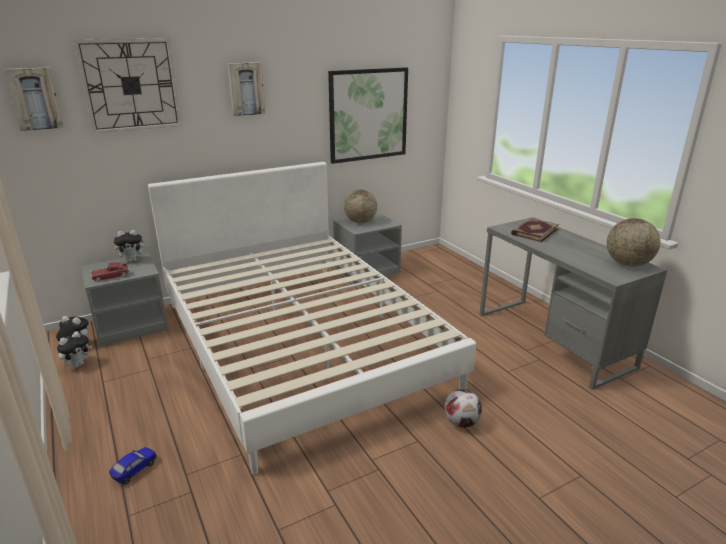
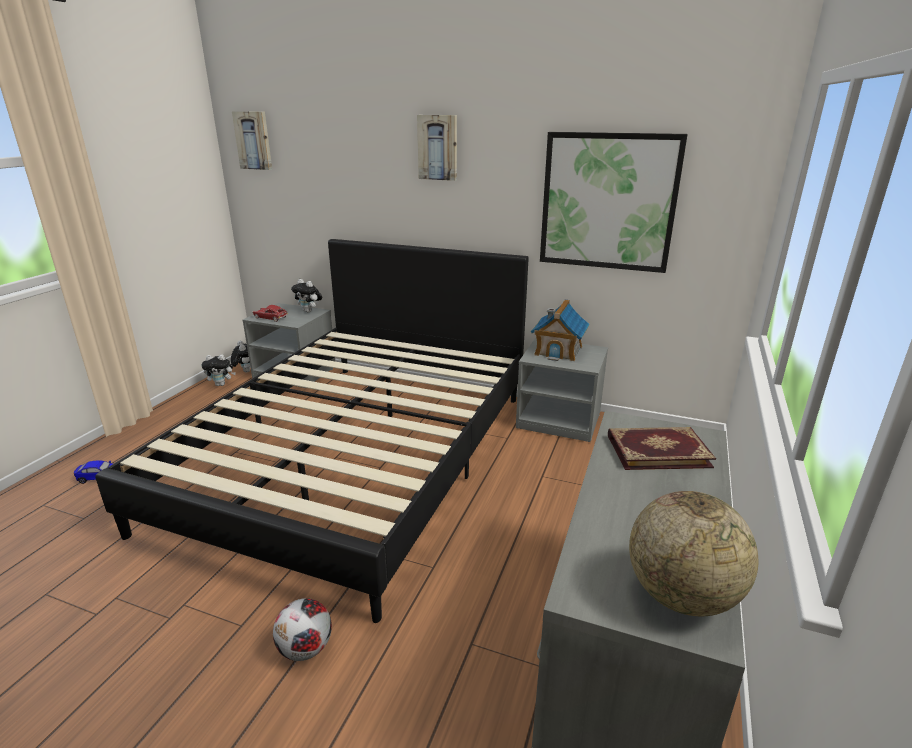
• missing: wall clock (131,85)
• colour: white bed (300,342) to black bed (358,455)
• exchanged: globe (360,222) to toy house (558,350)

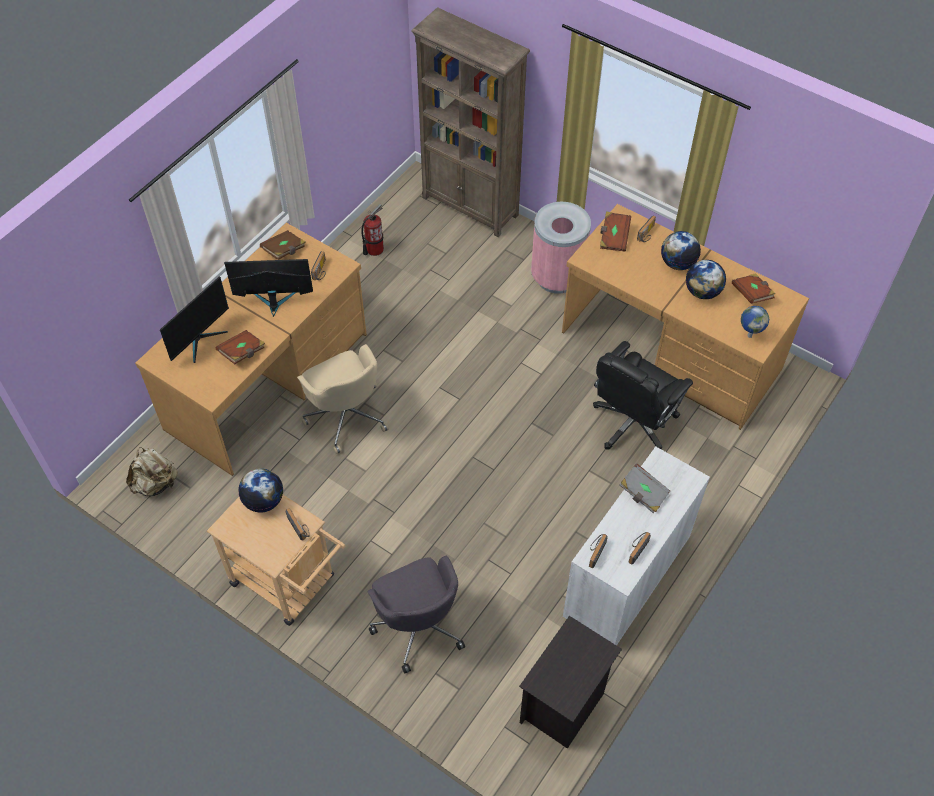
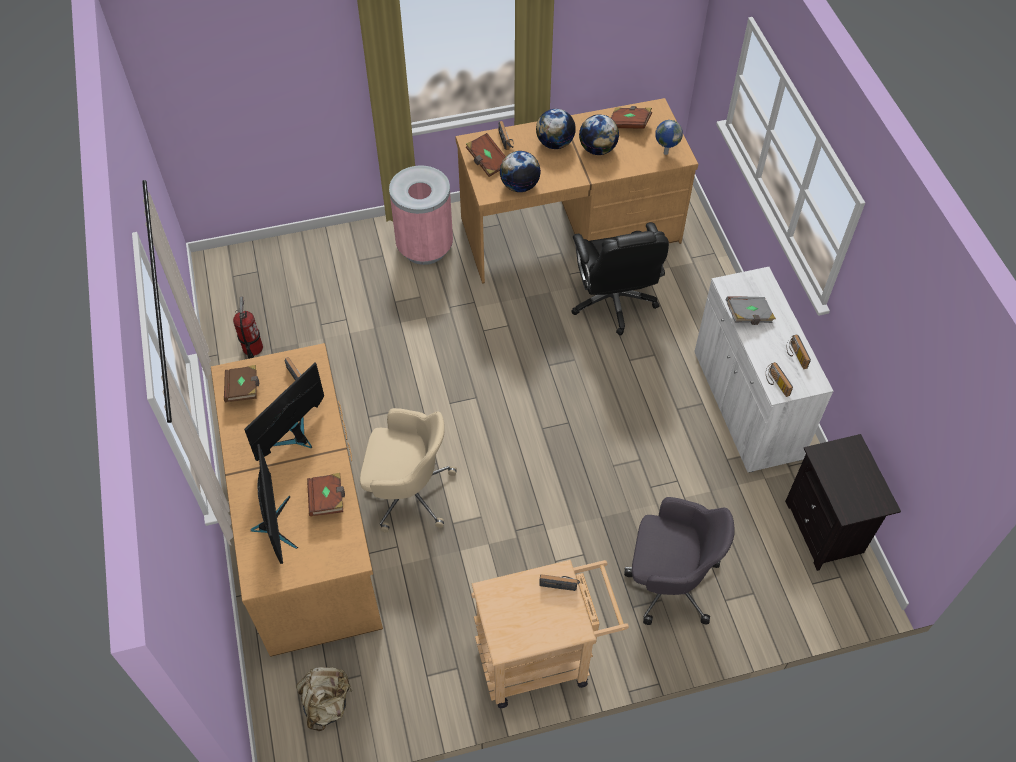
• missing: brown bookcase (470,206)
• relocated: globe (264,501) to (519,185)

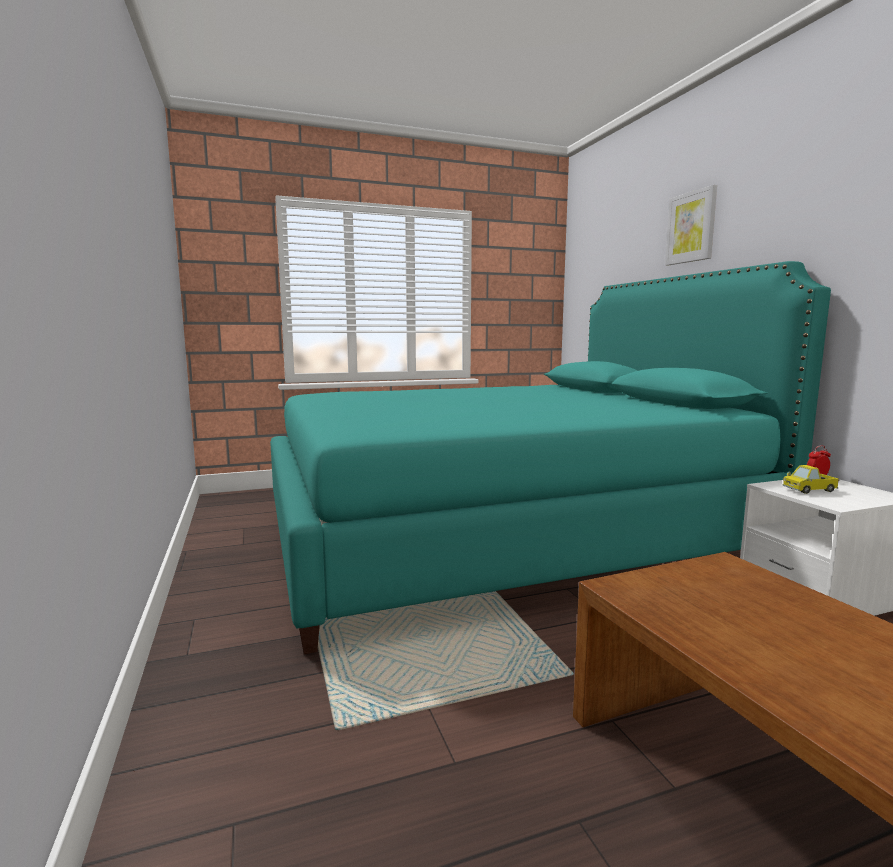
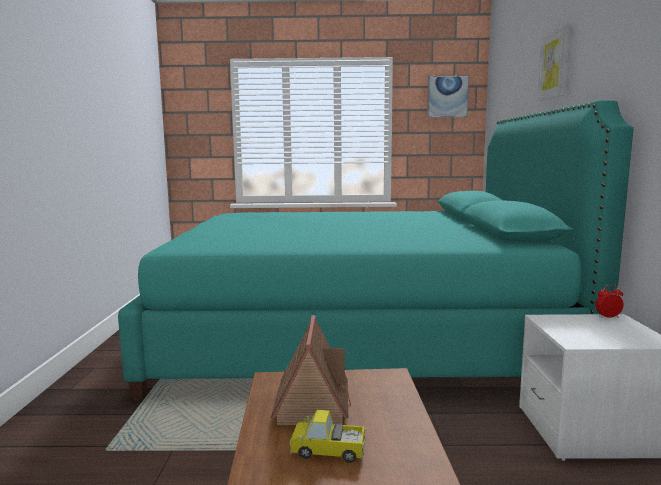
• relocated: toy truck (809,490) to (328,451)
• appeared: picture (447,96)
• appeared: toy house (312,402)

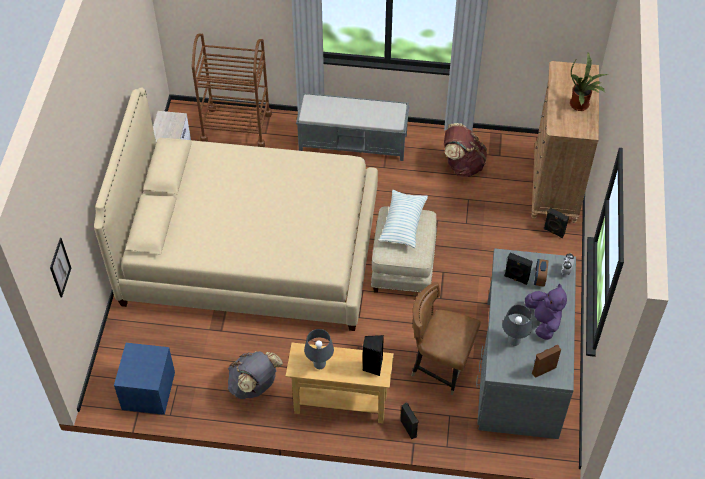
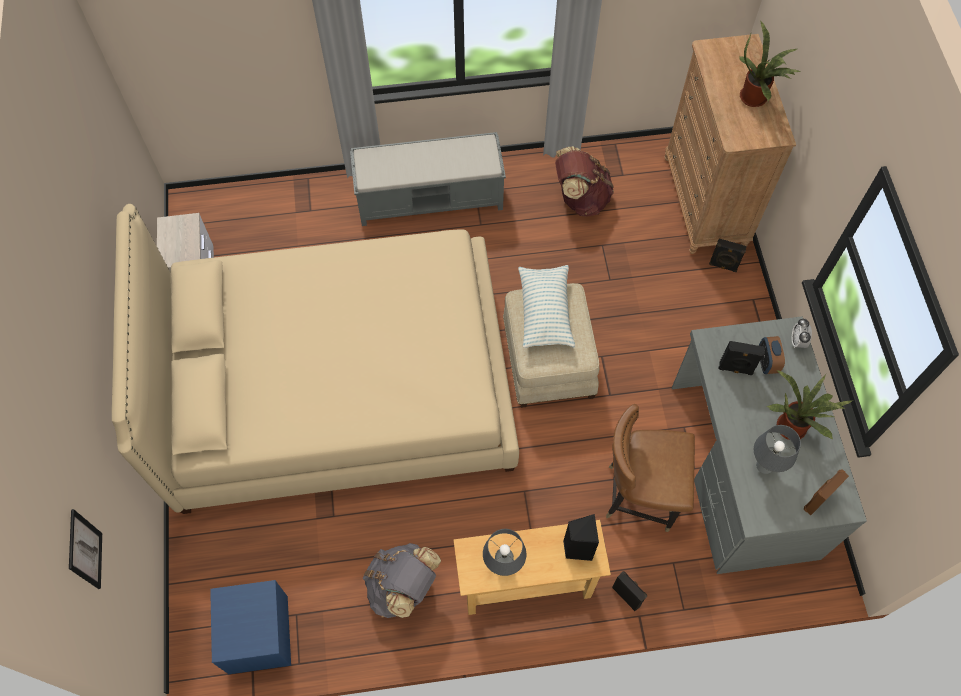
• missing: brown cart (236,127)
• exchanged: purple plush toy (543,321) to potted plant (793,425)

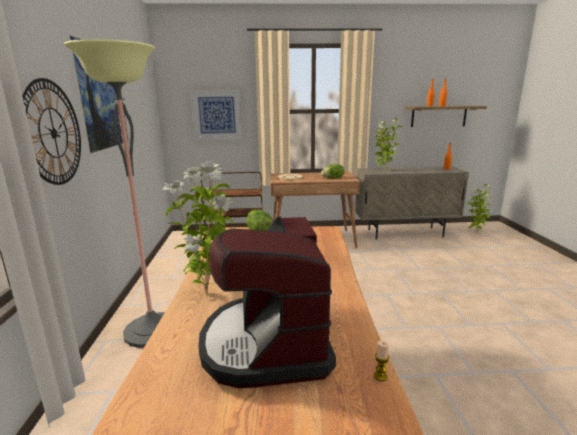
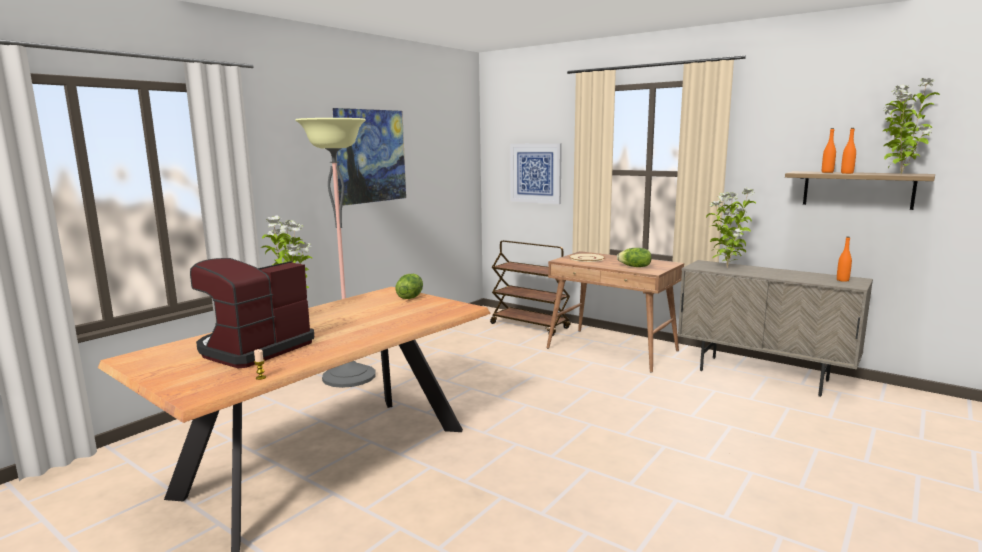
• missing: wall clock (53,133)
• relocated: potted plant (476,232) to (899,174)

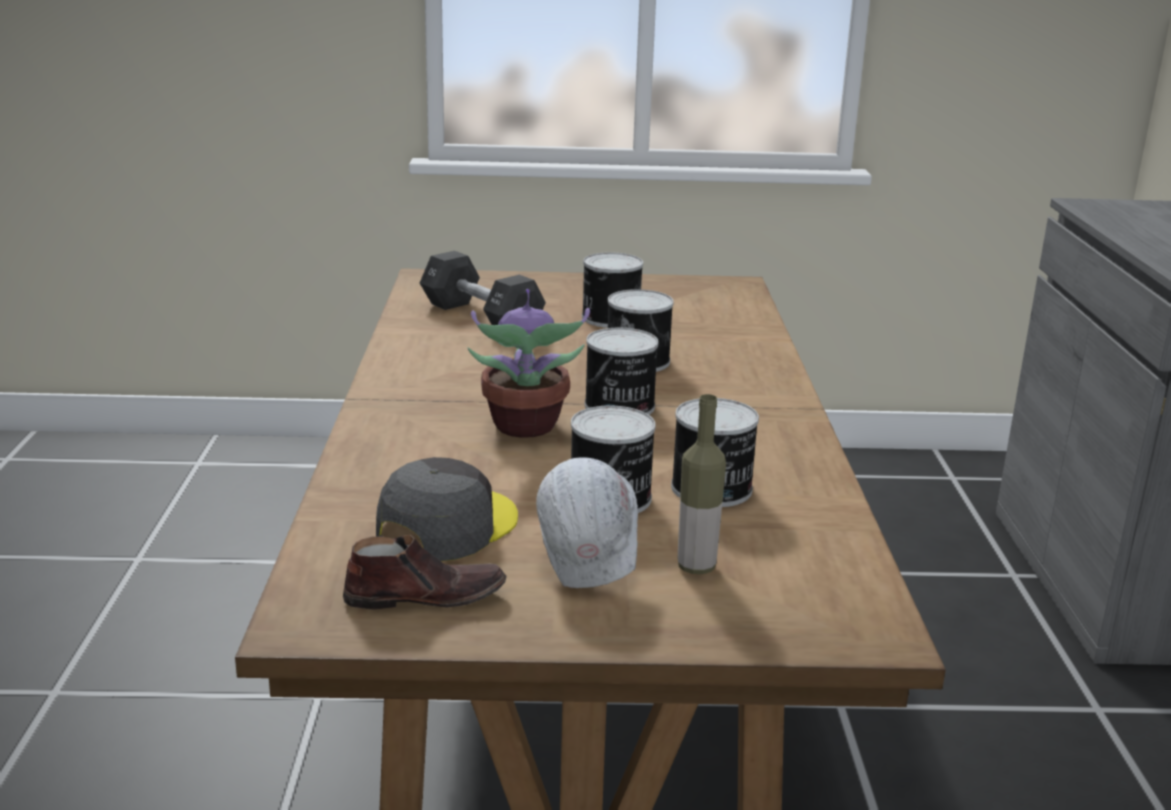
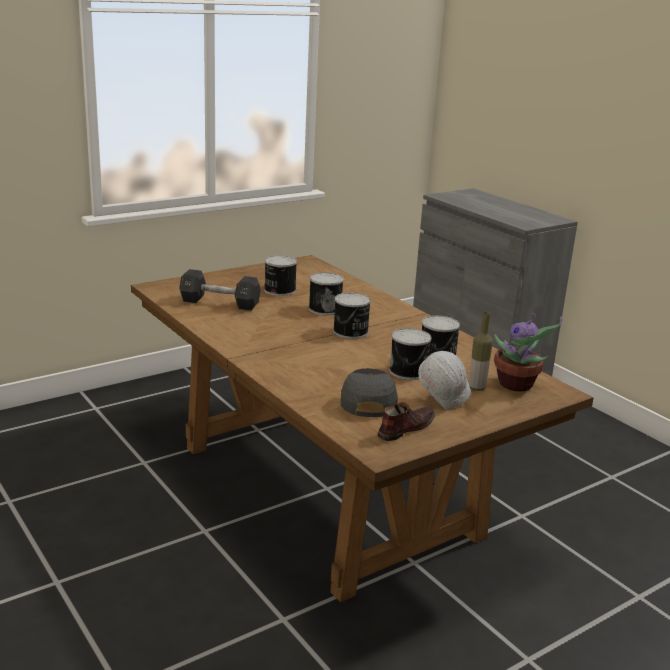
• relocated: potted plant (524,427) to (517,385)

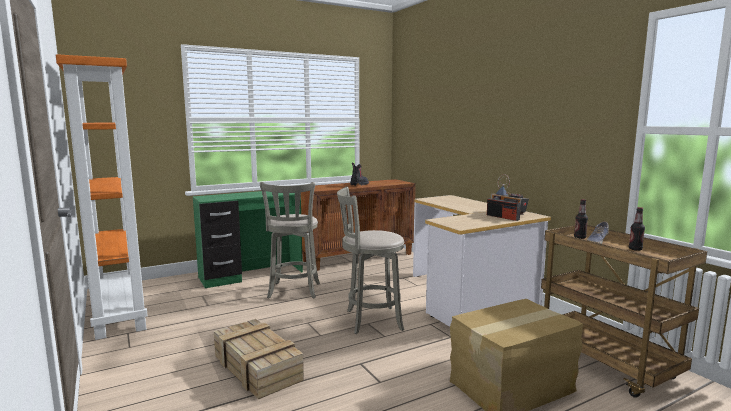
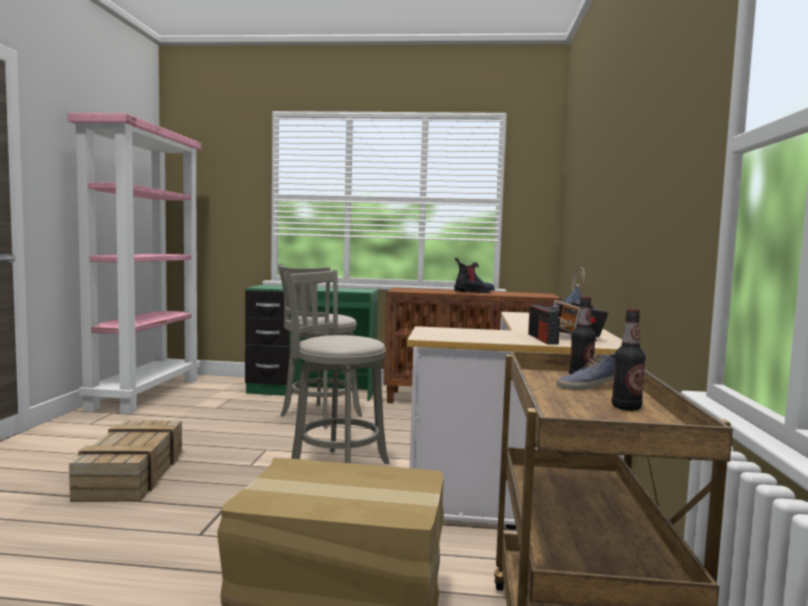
• colour: orange bookcase (117,310) to pink bookcase (145,393)

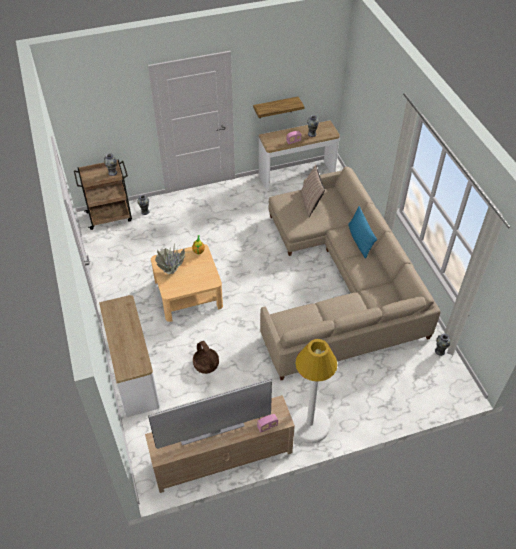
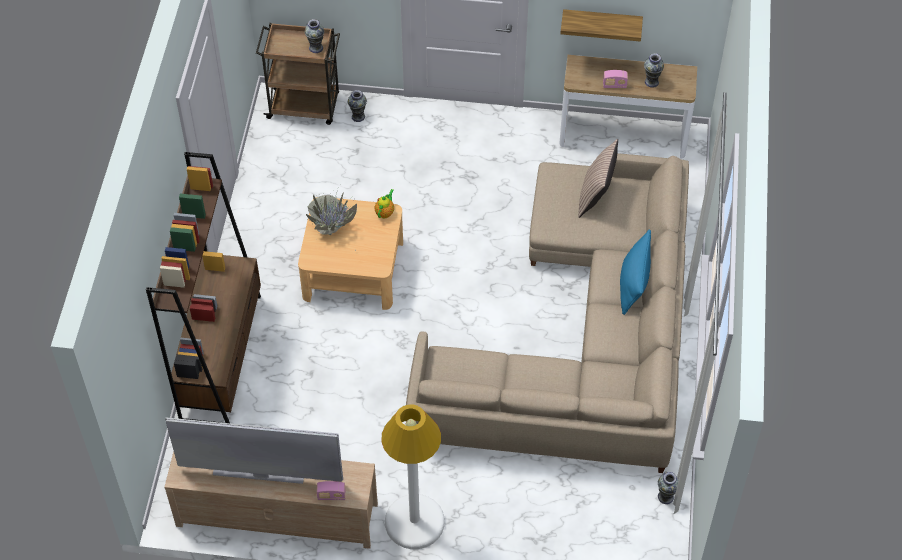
• exchanged: console table (133,373) to brown bookcase (221,356)
• missing: basket (206,364)

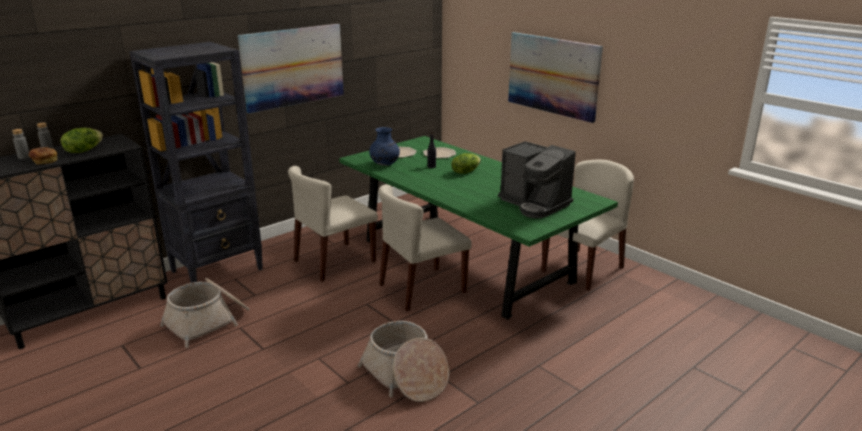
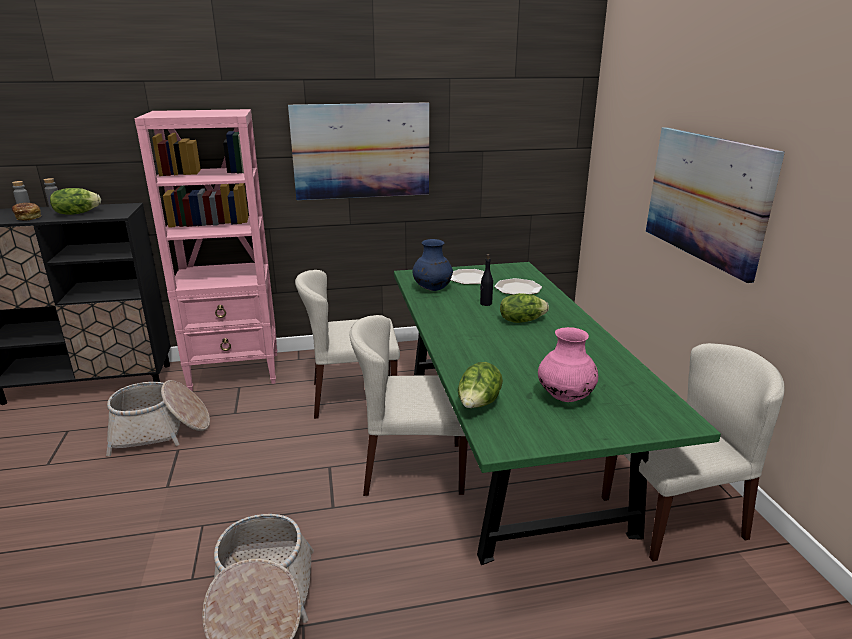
• colour: black bookcase (218,270) to pink bookcase (236,372)
• exchanged: coffee machine (535,204) to pink vase (565,397)
• appeared: lettuce (478,405)

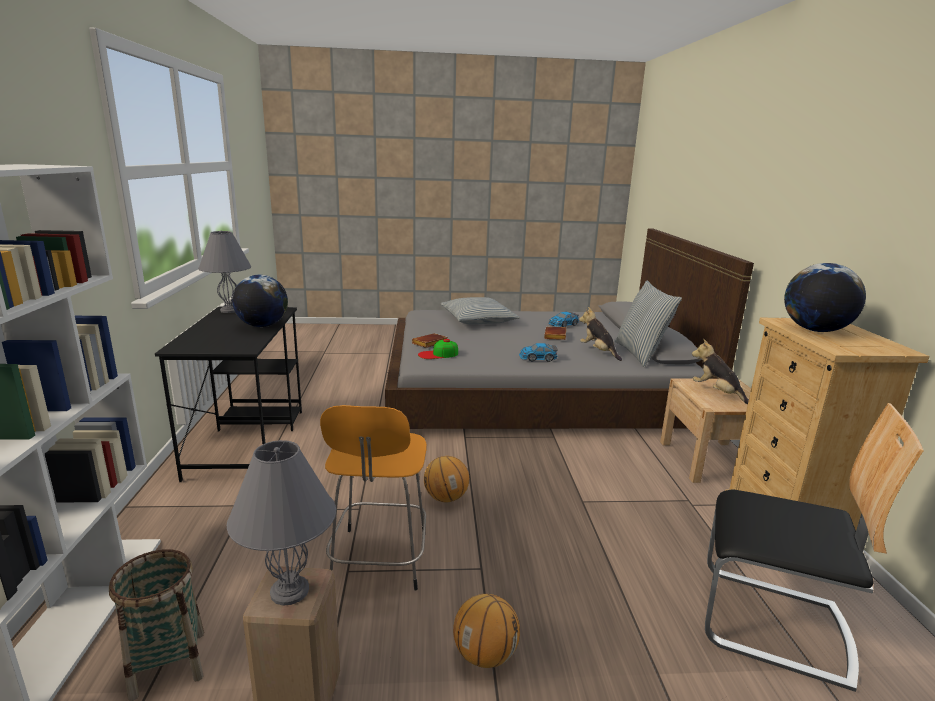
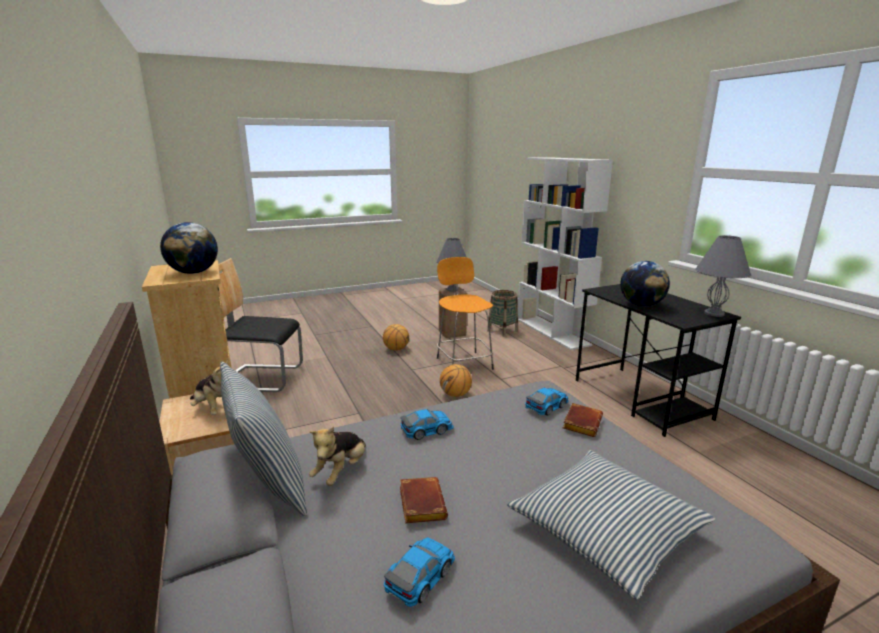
• spun: plush toy (598,352) = (341,471) 75 degrees clockwise
• exchanged: cap (438,354) to toy car (546,406)

